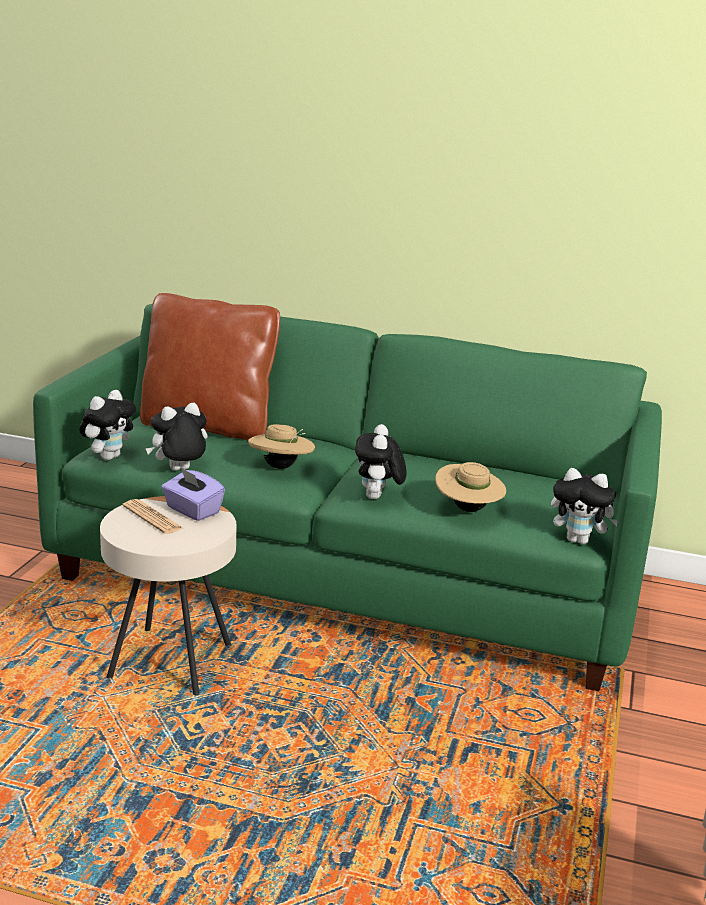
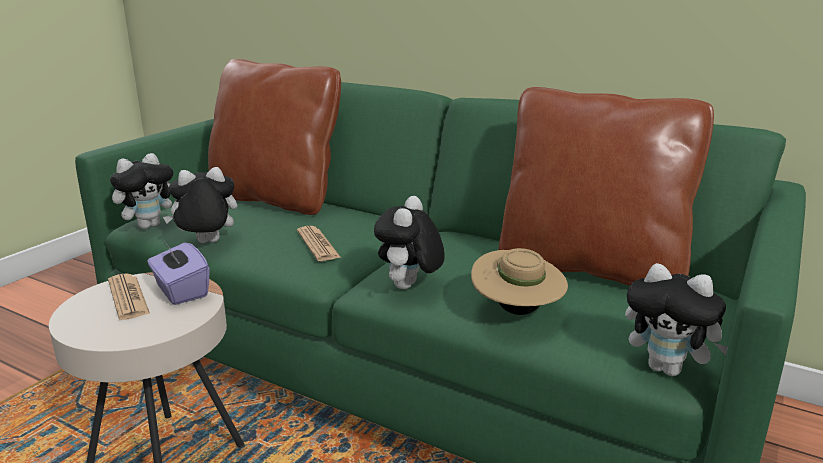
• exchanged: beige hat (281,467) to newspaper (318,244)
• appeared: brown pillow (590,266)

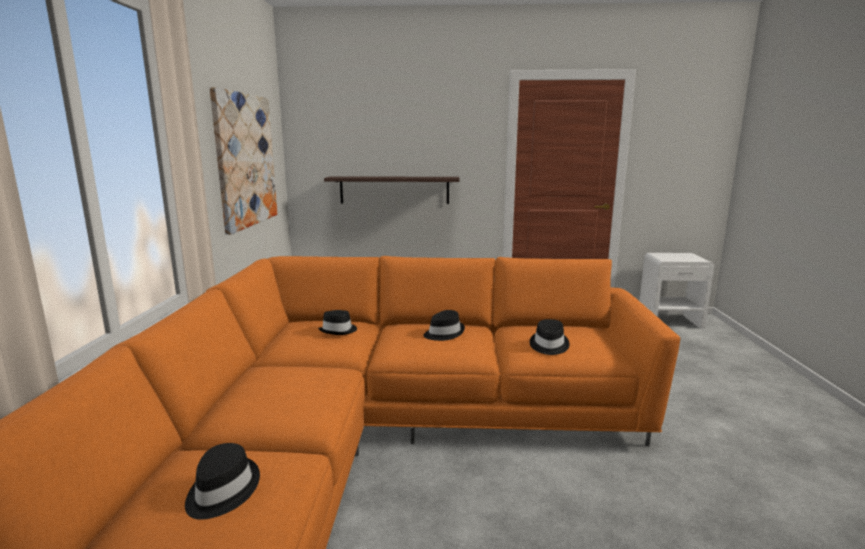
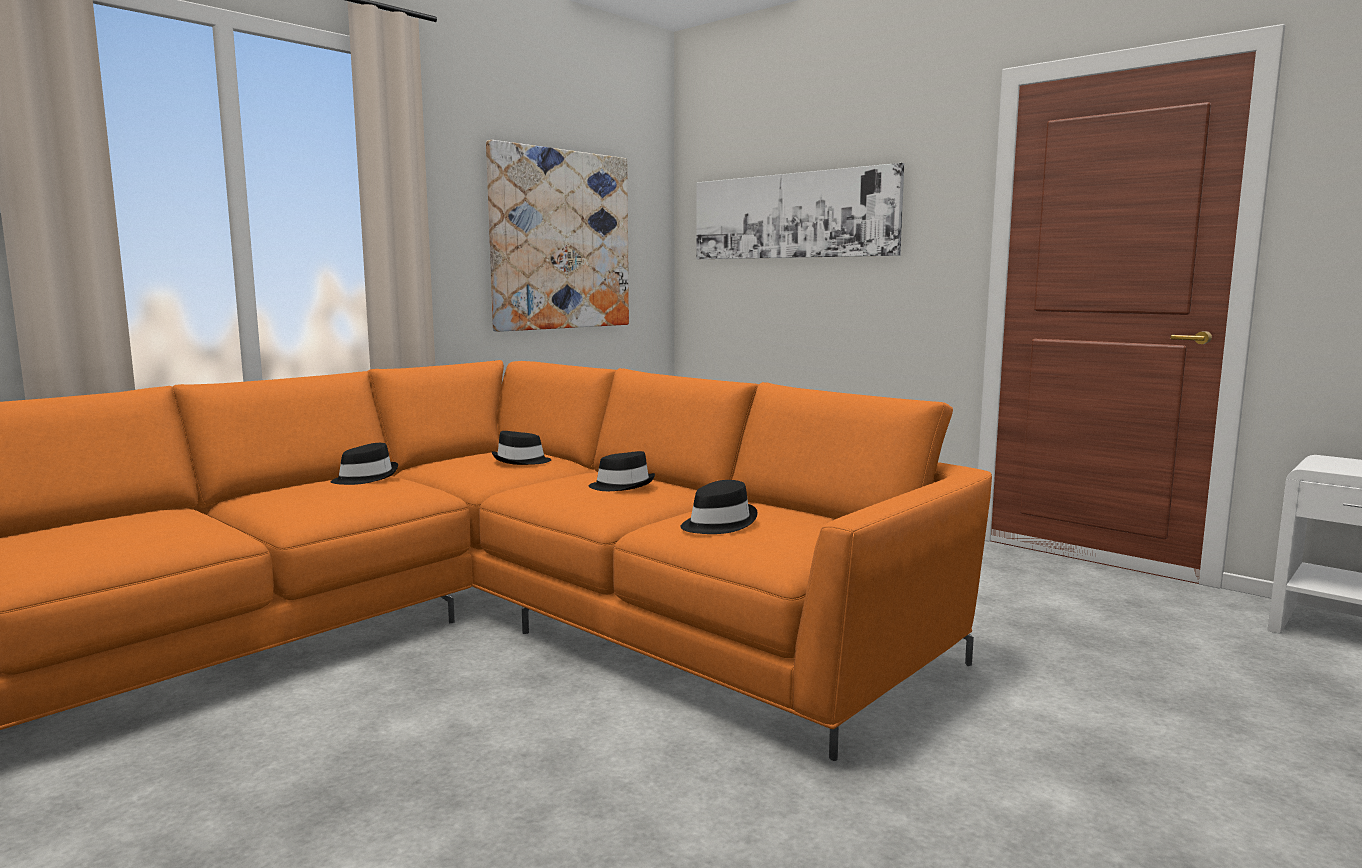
• missing: shelf (394,190)
• relocated: black hat (221,491) to (365,478)
• appeared: picture (792,216)

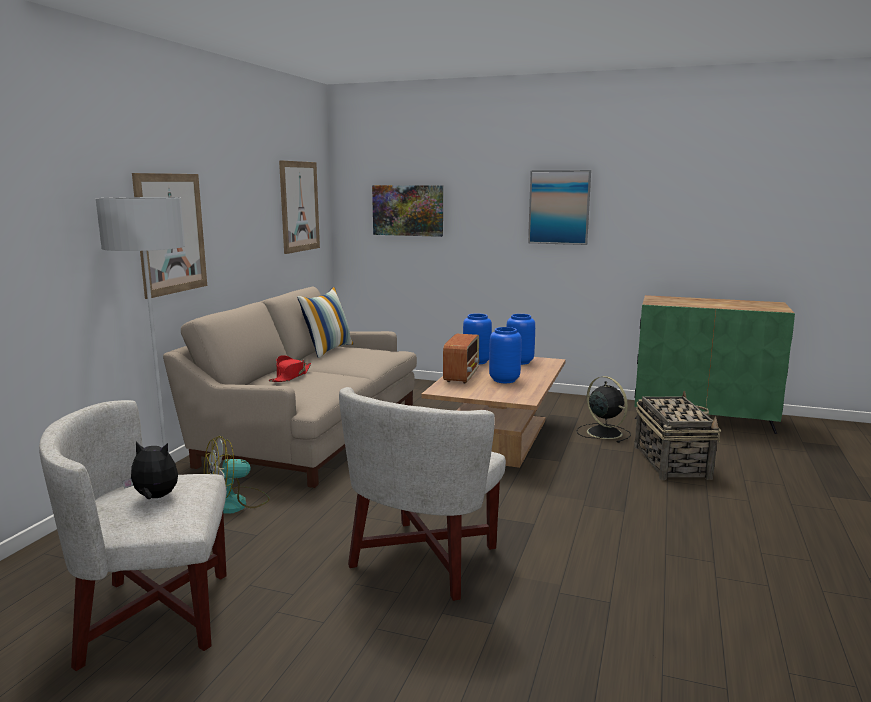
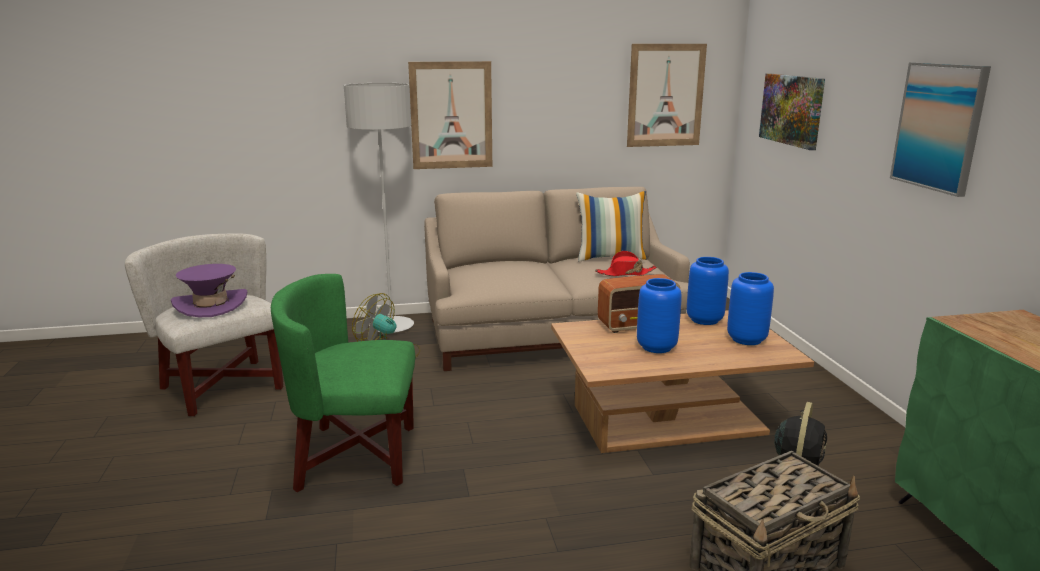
• relocated: red hat (290,376) to (625,273)
• colour: white armchair (424,558) to green armchair (355,456)
• exchanged: plush toy (155,498) to purple hat (211,305)

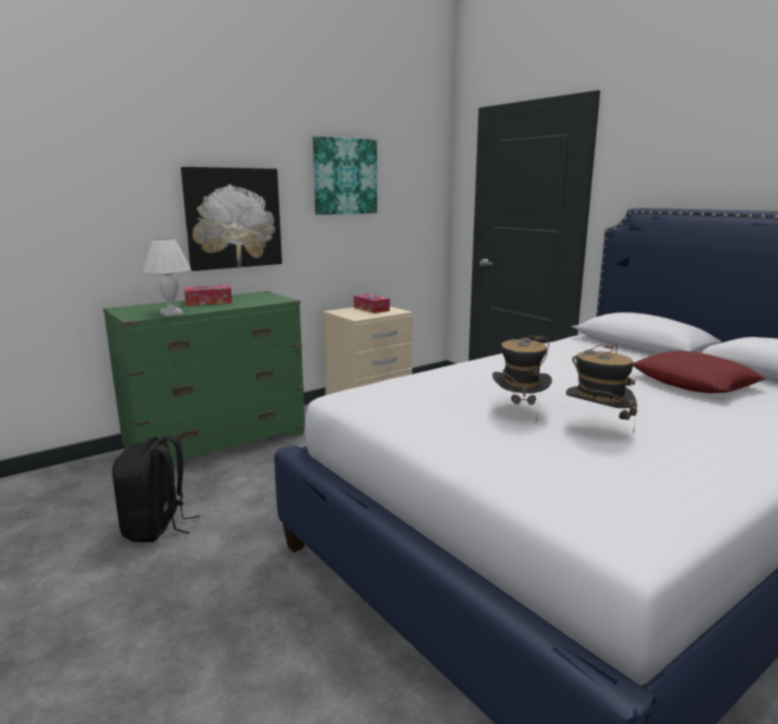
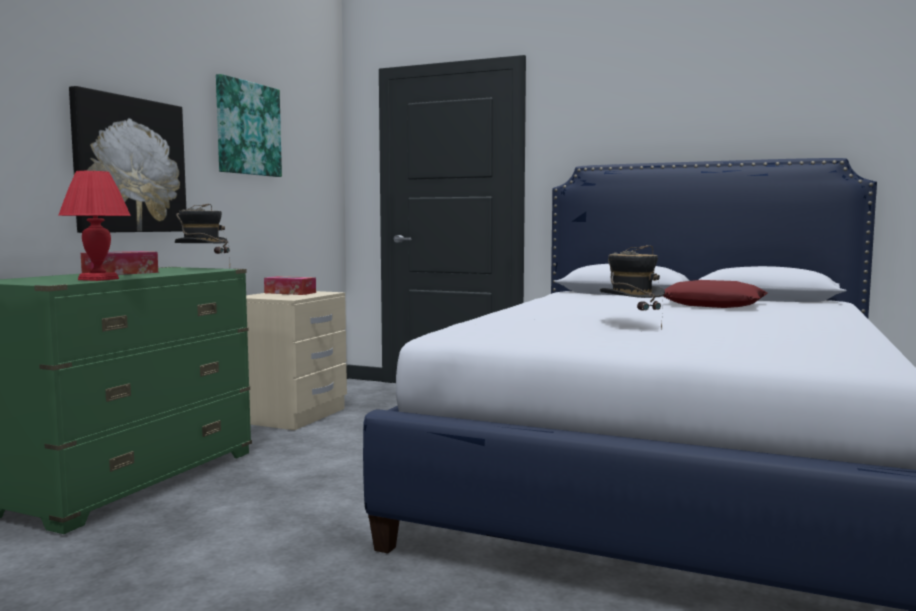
• colour: white table lamp (171,313) to red table lamp (97,279)
• relocated: hat (597,428) to (202,269)
• missing: black backpack (157,527)

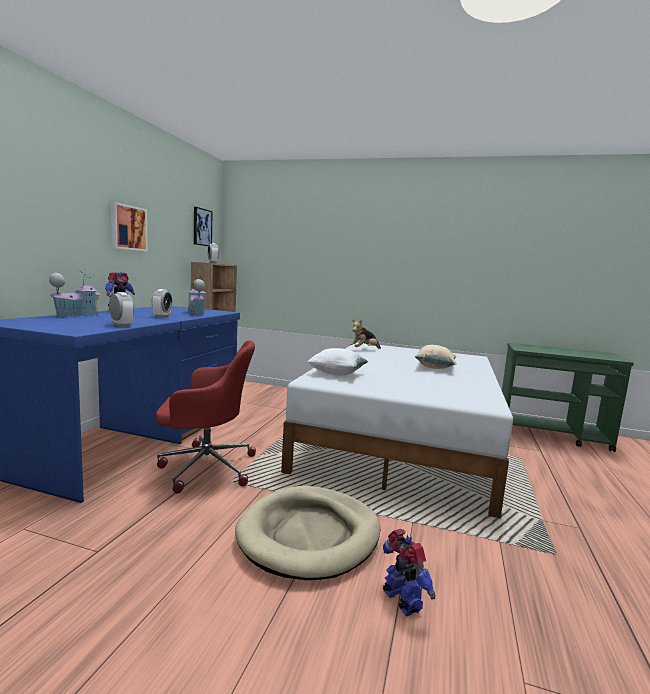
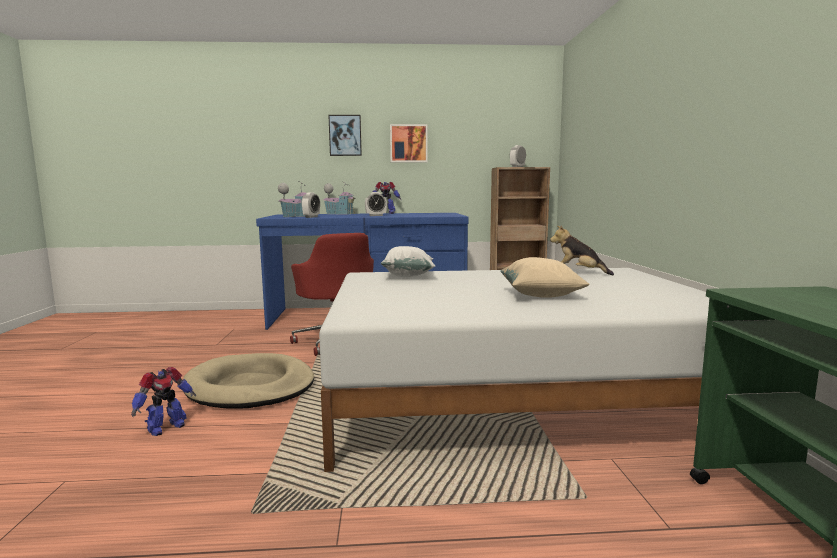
• relocated: picture (202,227) to (345,135)
• relocated: toy house (197,314) to (296,216)

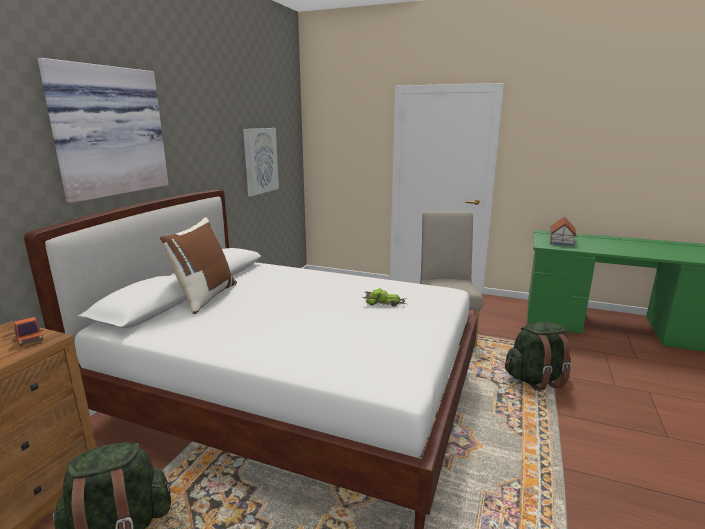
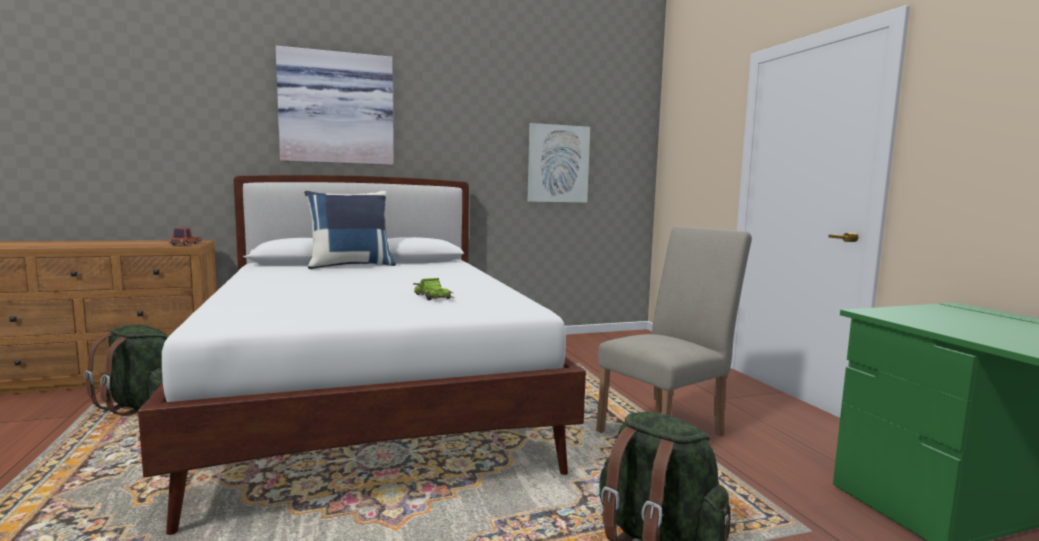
• missing: toy house (561,241)
• colour: brown pillow (205,297) to blue pillow (351,265)

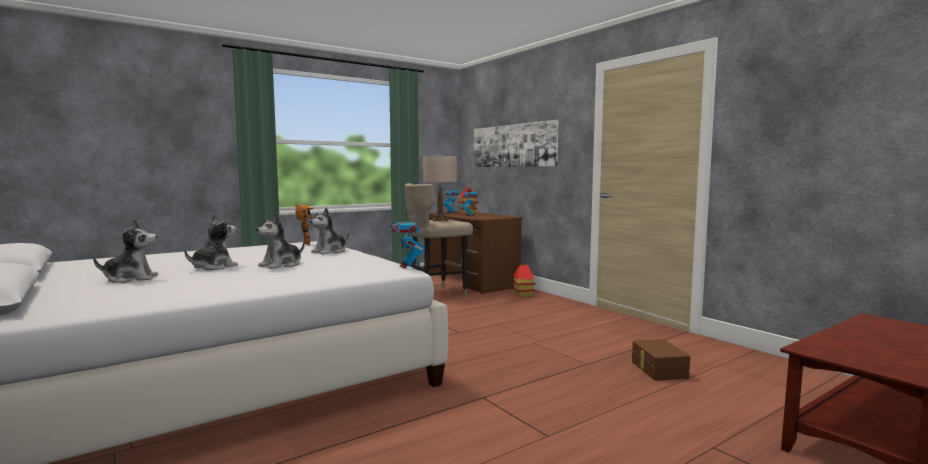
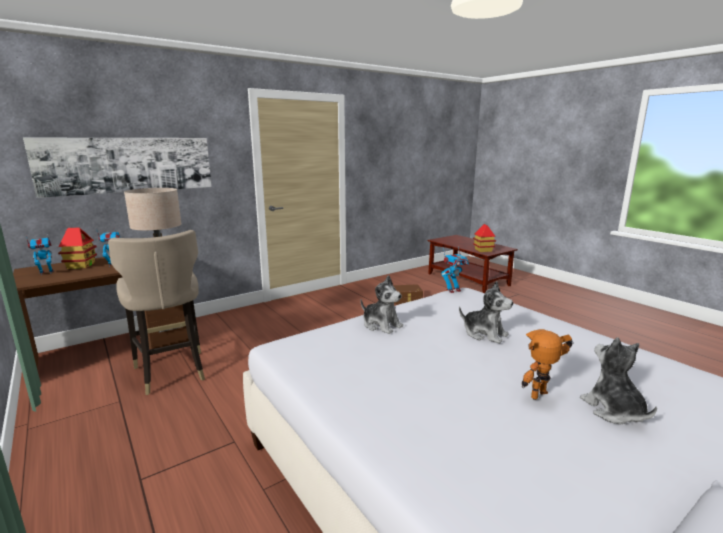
• relocated: toy robot (305,244) to (542,397)
• missing: plush toy (213,267)
• relocated: toy house (523,294) to (483,250)

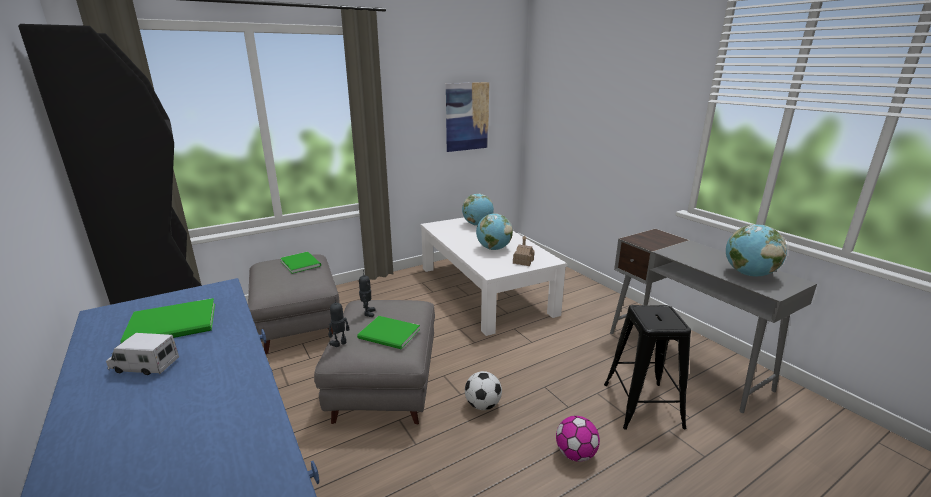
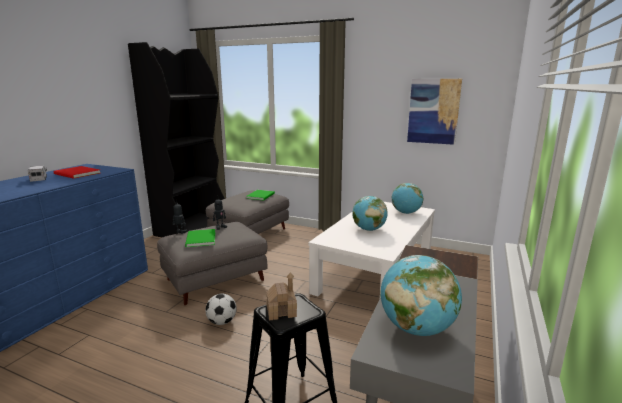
• relocated: toy house (523,261) to (281,311)
• colour: green book (175,325) to red book (77,174)
• missing: football (575,454)

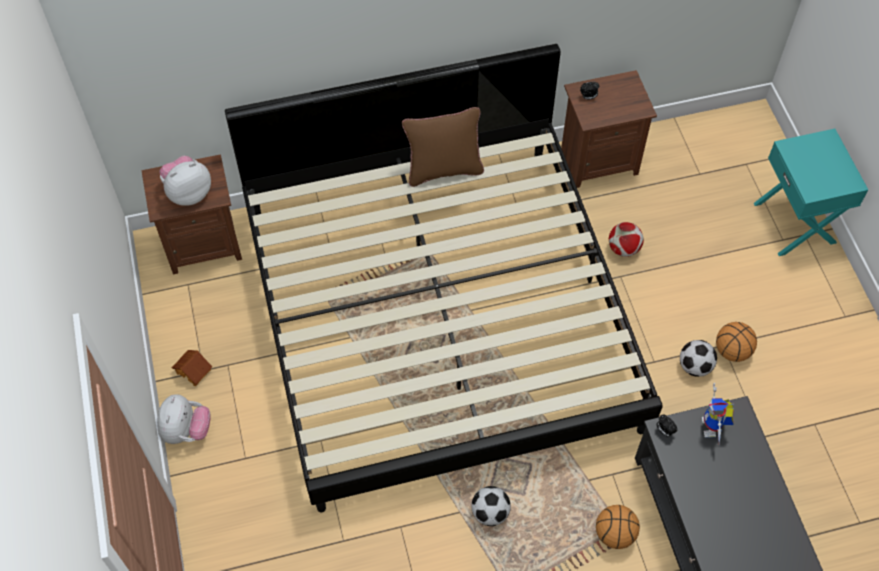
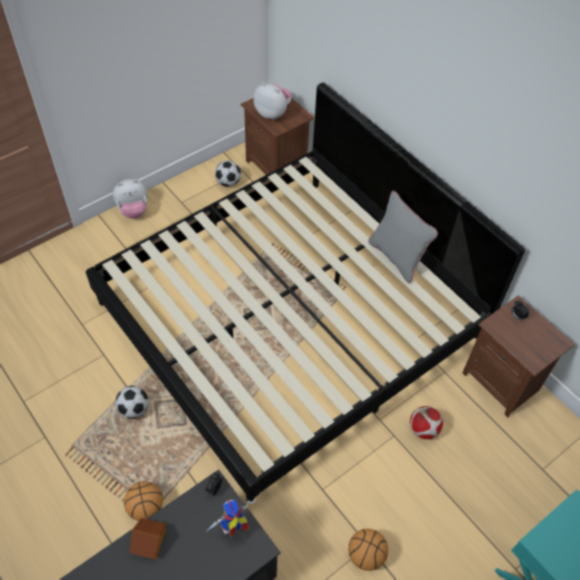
• colour: brown pillow (443,170) to grey pillow (396,257)
• relocated: football (694,366) to (228,182)
• relocated: toy house (194,370) to (149,541)

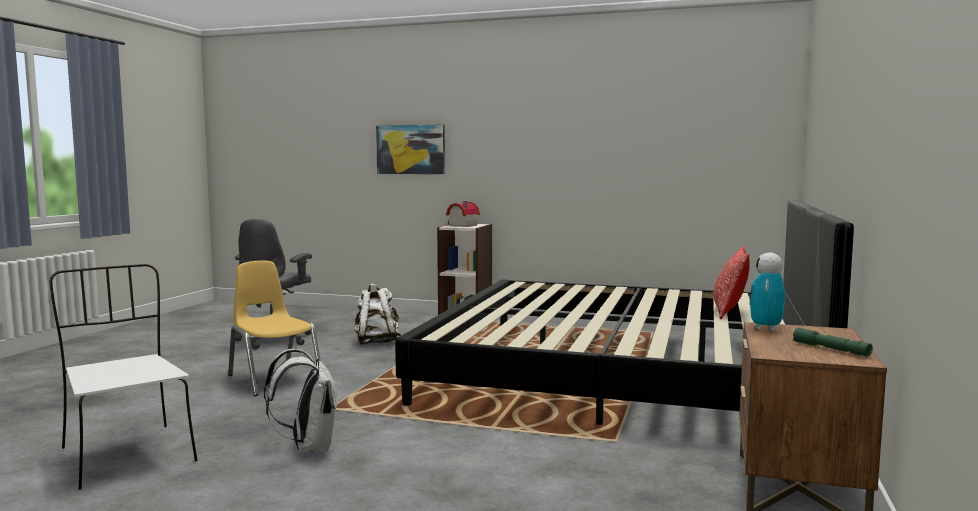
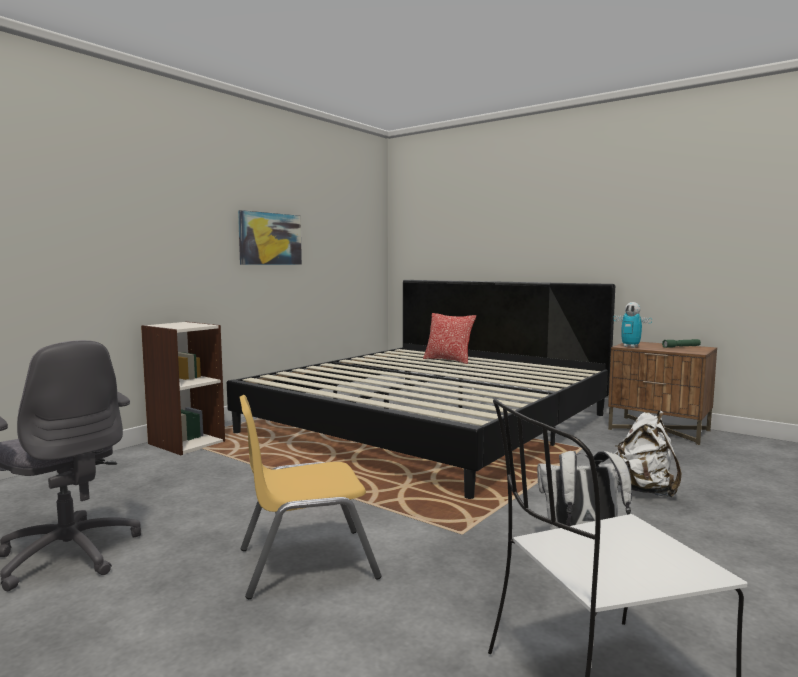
• relocated: picture (410,149) to (270,239)
• missing: toy house (461,225)
• relocated: white backpack (376,343) to (644,491)

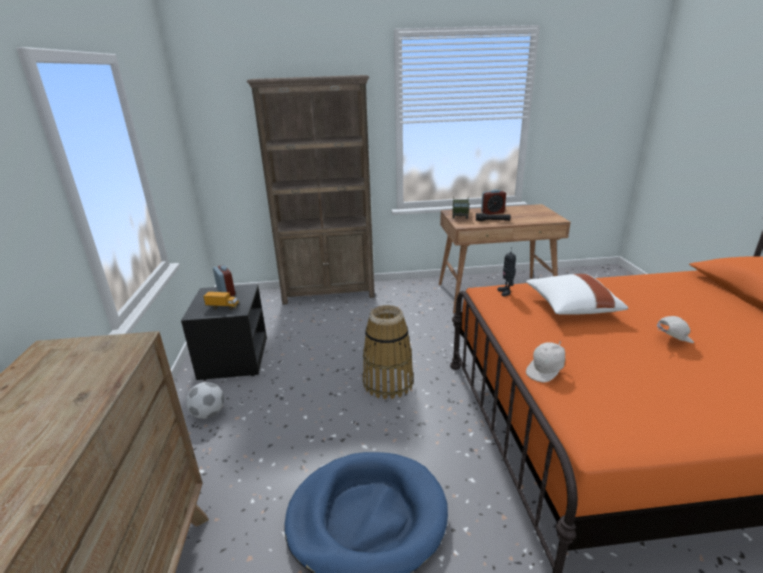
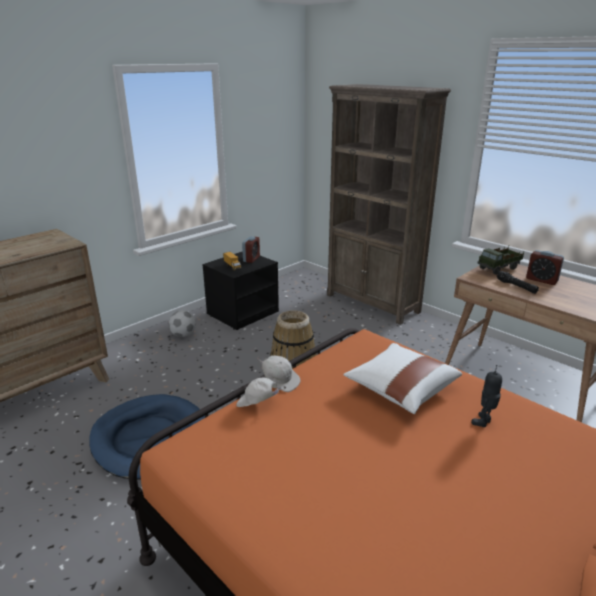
• relocated: toy robot (506,292) to (484,422)
• relocated: white cap (671,339) to (280,381)

